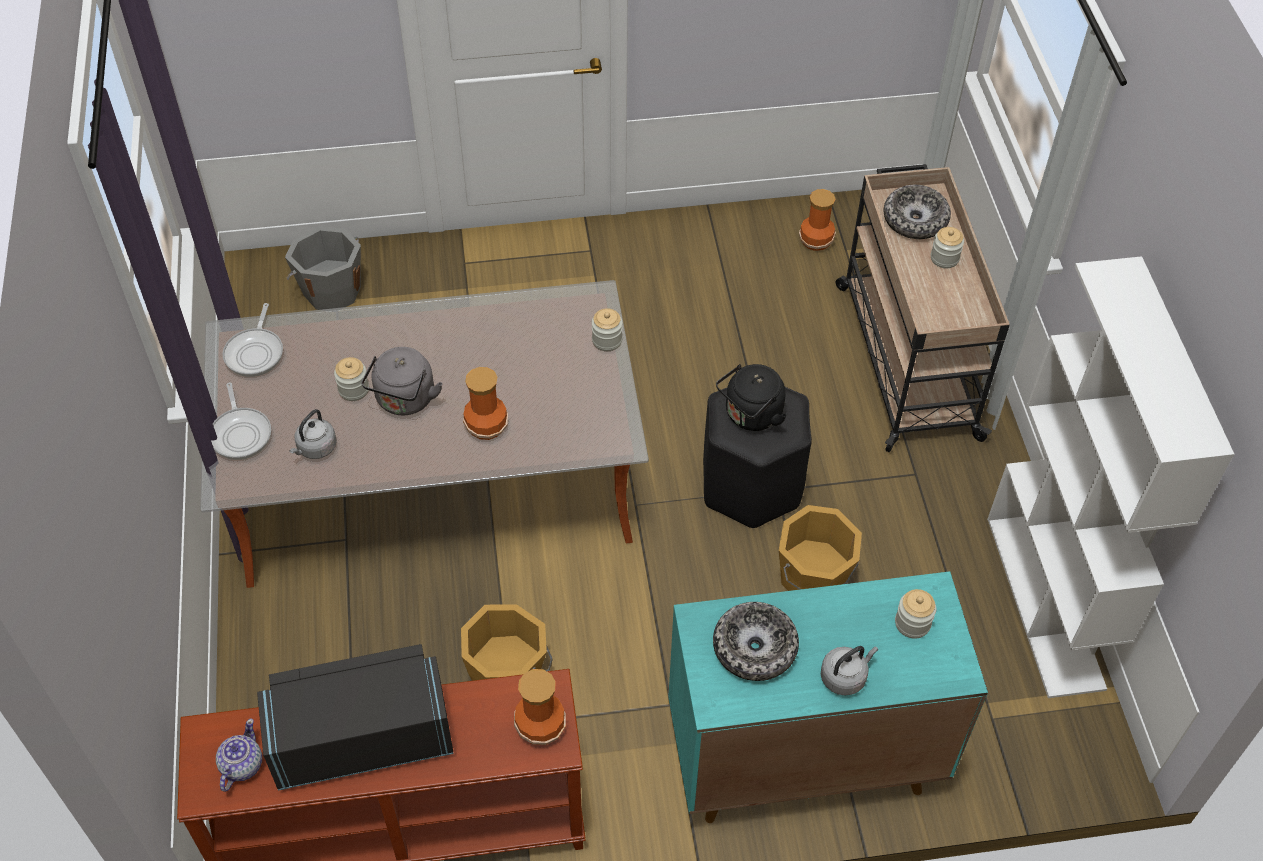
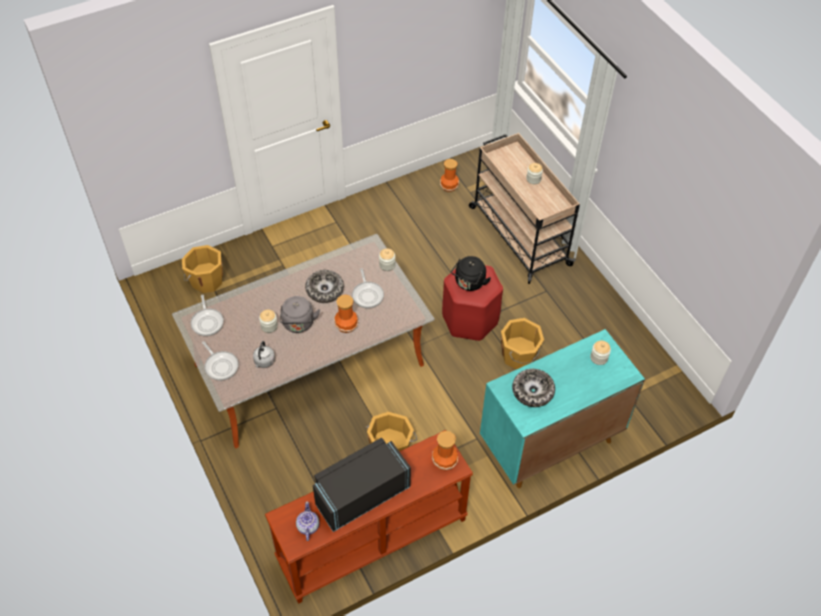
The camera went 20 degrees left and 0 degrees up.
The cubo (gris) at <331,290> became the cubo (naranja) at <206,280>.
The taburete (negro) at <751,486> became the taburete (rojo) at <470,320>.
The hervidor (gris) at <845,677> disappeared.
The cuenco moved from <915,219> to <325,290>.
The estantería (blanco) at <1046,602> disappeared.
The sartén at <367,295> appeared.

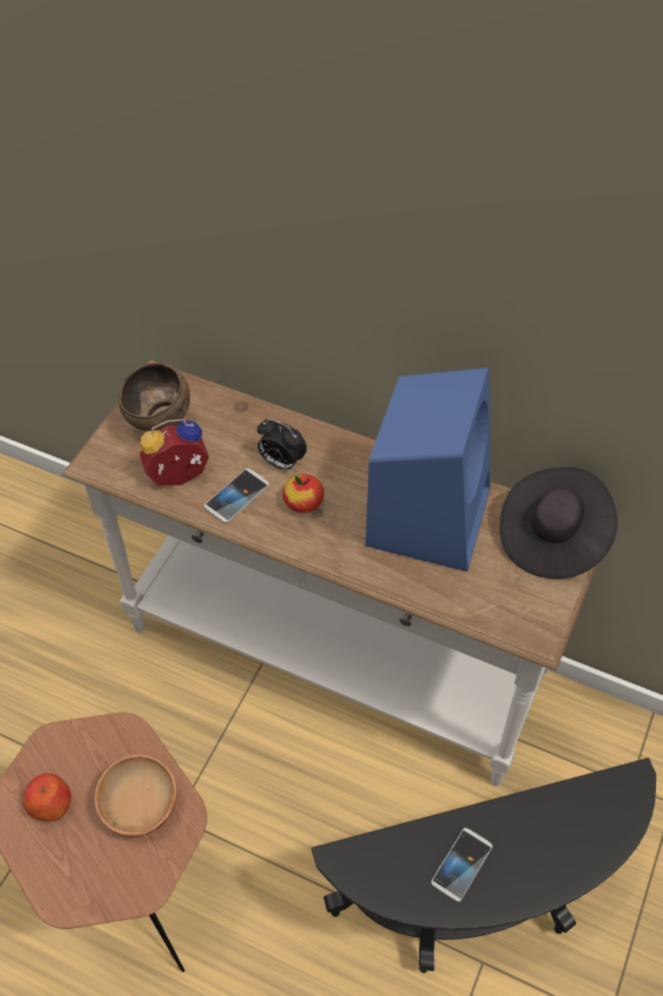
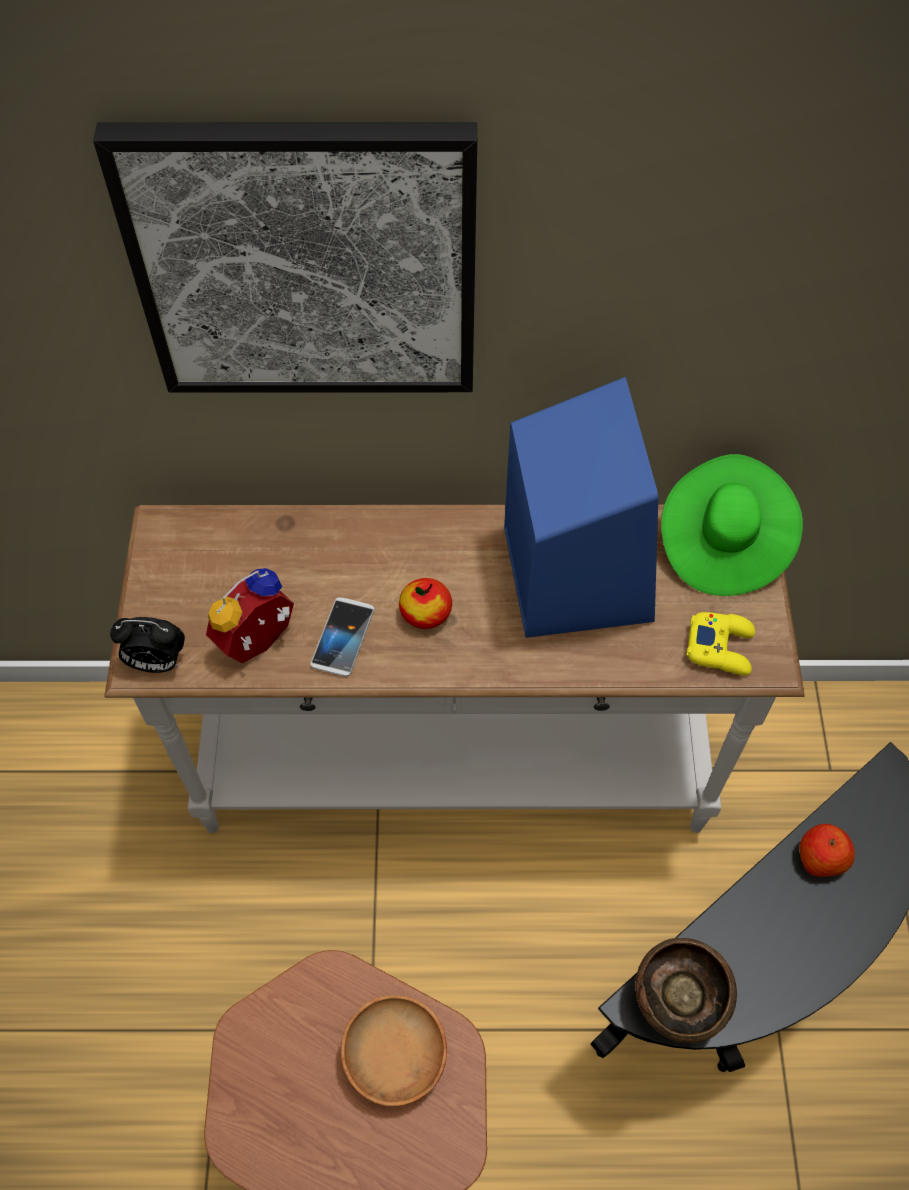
The camera went 25 degrees left and 5 degrees up.
The manzana moved from <51,804> to <820,858>.
The cuenco (marrón) moved from <161,426> to <678,1004>.
The despertador moved from <281,462> to <156,662>.
The móvil at <461,865> disappeared.
The sombrero (negro) at <552,537> became the sombrero (verde) at <722,544>.
The cuadro at <306,263> appeared.
The mando de consola (amarillo) at <721,647> appeared.

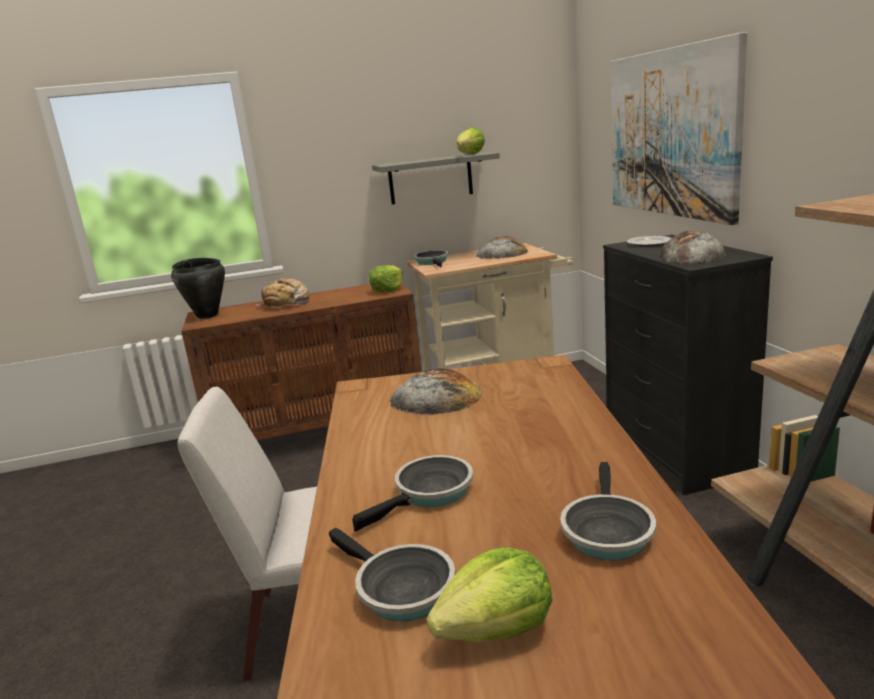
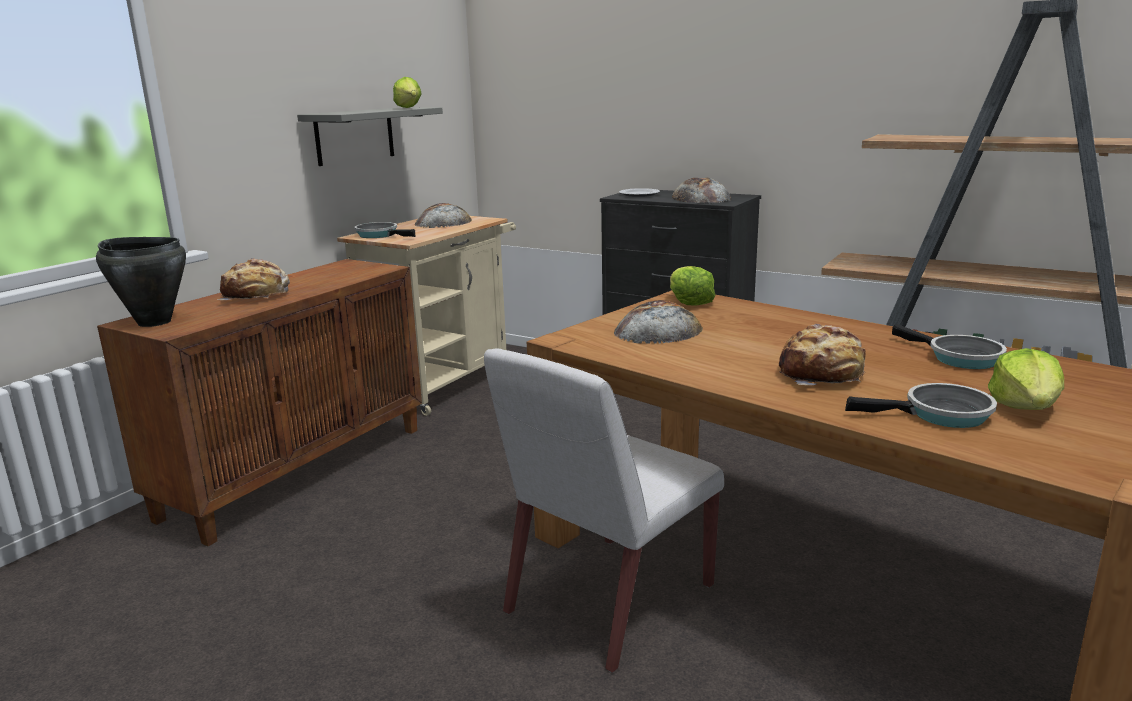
The camera went 45 degrees left and 0 degrees up.
The sartén at <430,493> was replaced by the pan at <821,374>.
The lechuga moved from <388,290> to <689,302>.
The cuadro at <671,133> disappeared.

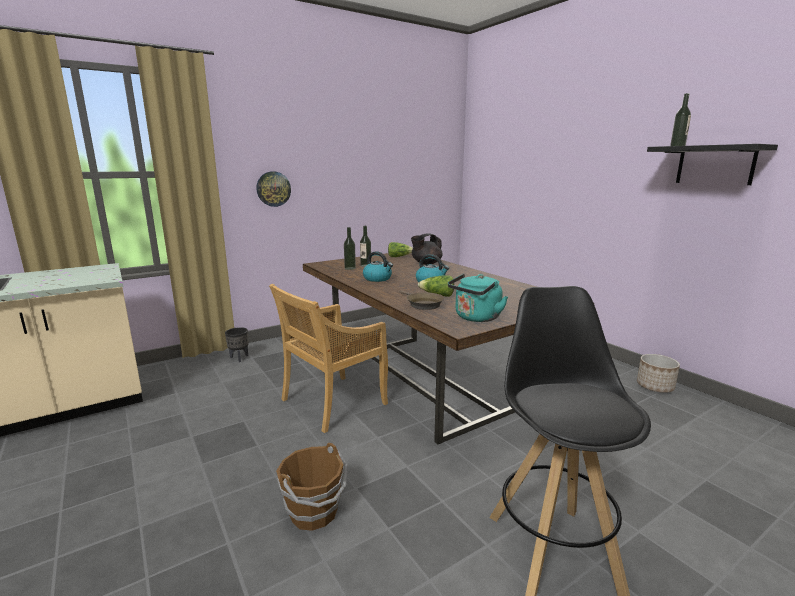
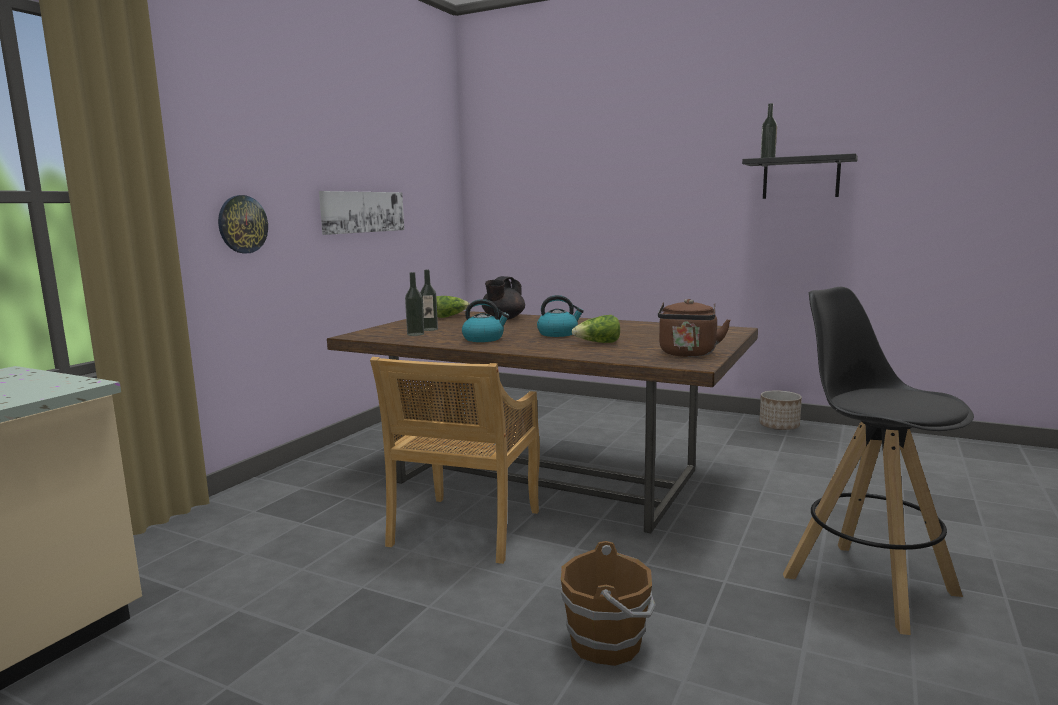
The camera went 30 degrees left and 5 degrees down.
The maceta (negro) at <239,358> disappeared.
The sartén (marrón) at <422,304> disappeared.
The hervidor (turquesa) at <476,318> became the hervidor (marrón) at <687,354>.
The cuadro at <362,212> appeared.

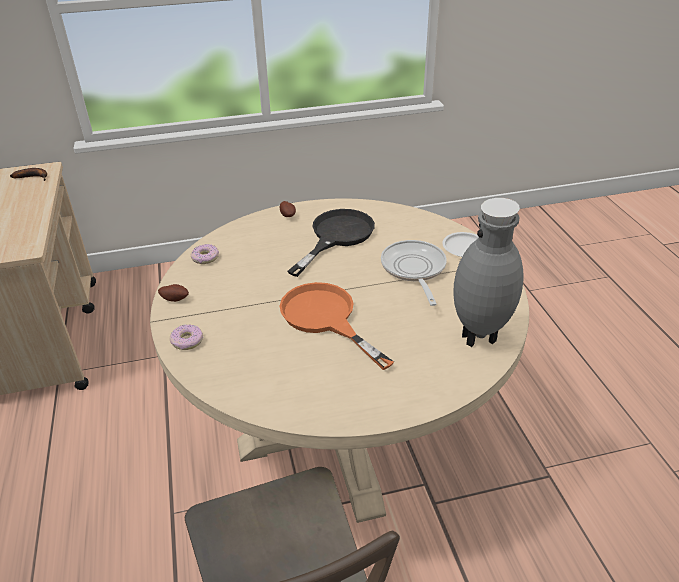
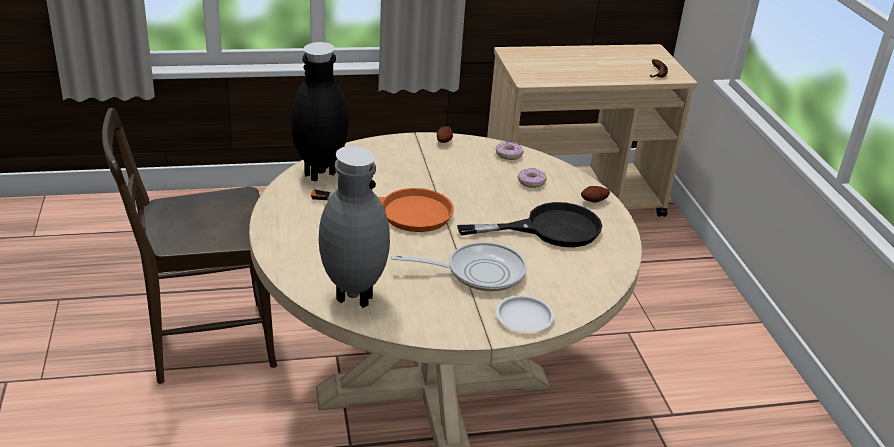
The camera went 90 degrees right and 5 degrees down.
The rosquilla moved from <187,341> to <531,182>.
The sartén (naranja) at <325,318> turned 45 degrees clockwise.
The sartén (negro) at <336,236> turned 45 degrees counterclockwise.
The florero (negro) at <321,173> appeared.

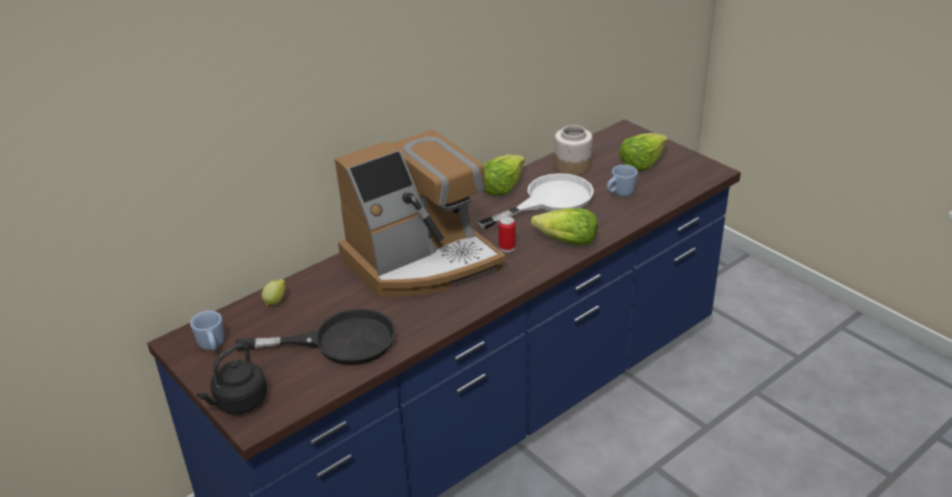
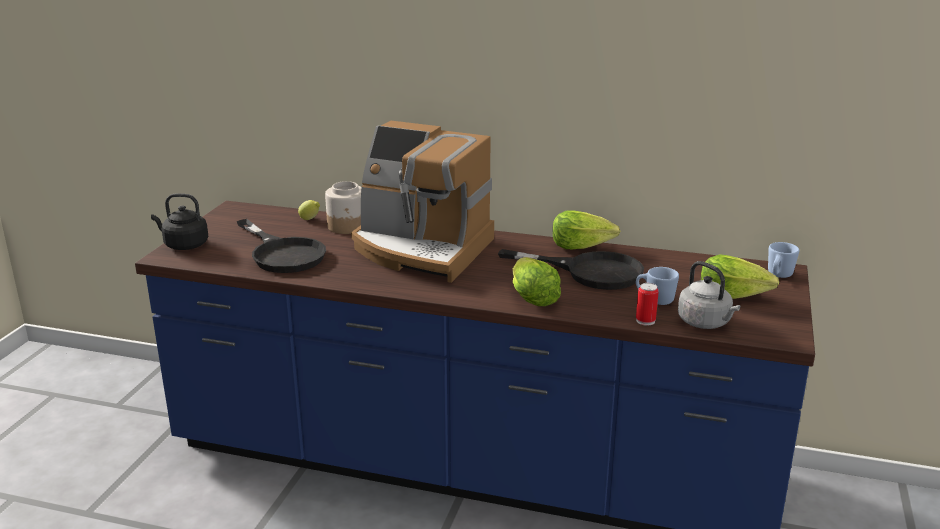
The camera went 55 degrees right and 10 degrees down.
The taza grande (azul) moved from <212,347> to <778,276>.
The sartén (blanco) at <549,201> became the sartén (negro) at <590,271>.
The lata moved from <507,247> to <645,321>.
The tarro moved from <573,166> to <347,226>.
The hervidor (gris) at <706,323> appeared.

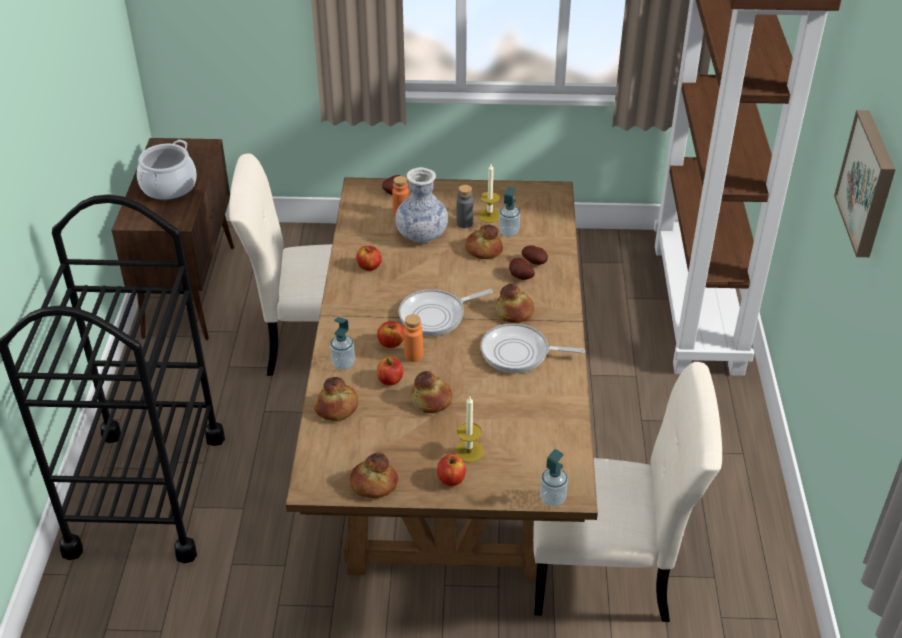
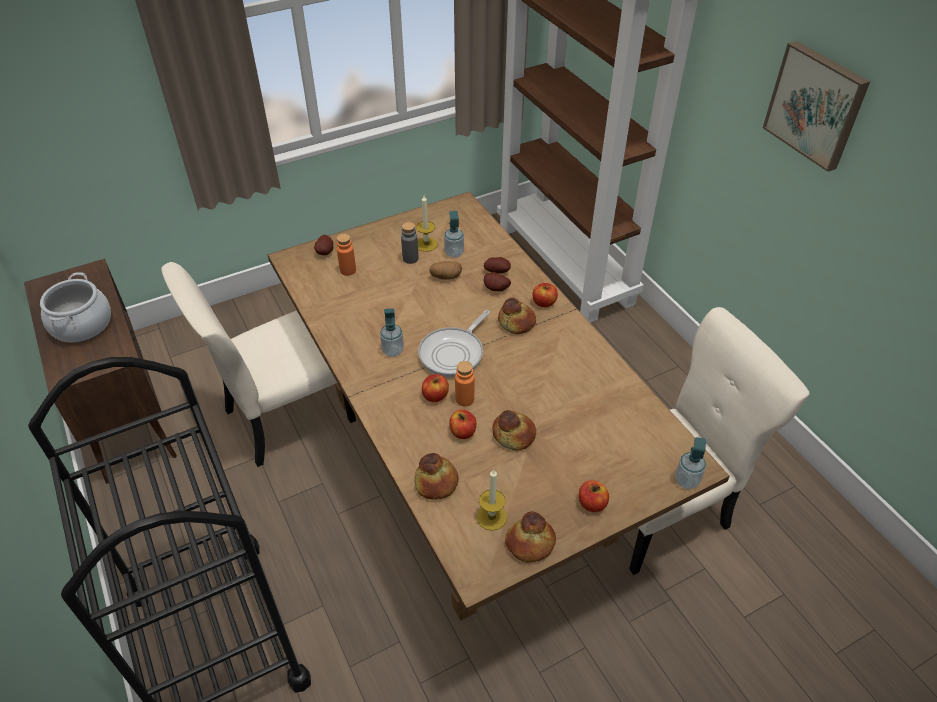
The camera went 30 degrees left and 5 degrees up.
The dispensador de jabón moved from <343,364> to <393,351>.
The manzana moved from <369,266> to <544,302>.
The florero at <422,234> disappeared.
The vela moved from <469,451> to <491,517>.
The pan at <483,250> was replaced by the patata at <445,277>.
The sartén at <519,353> disappeared.

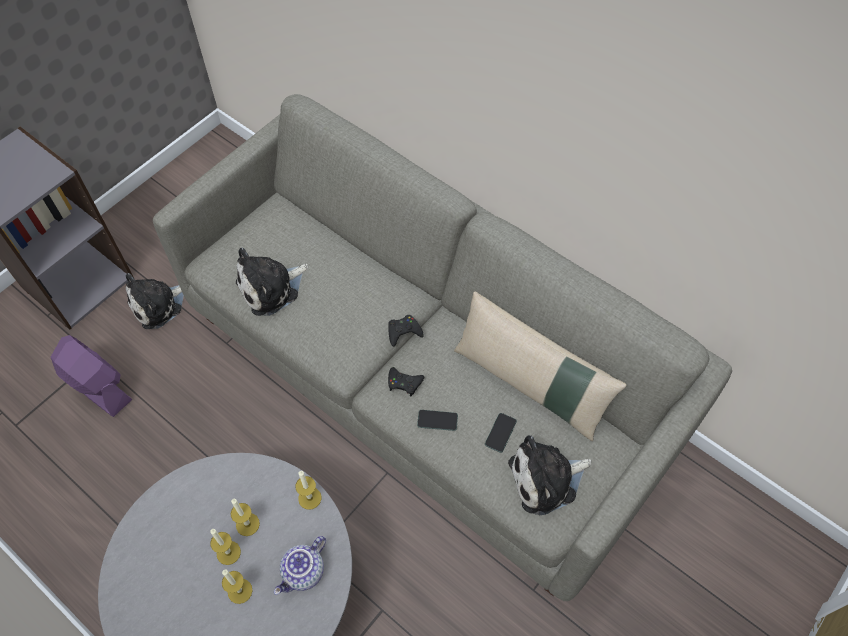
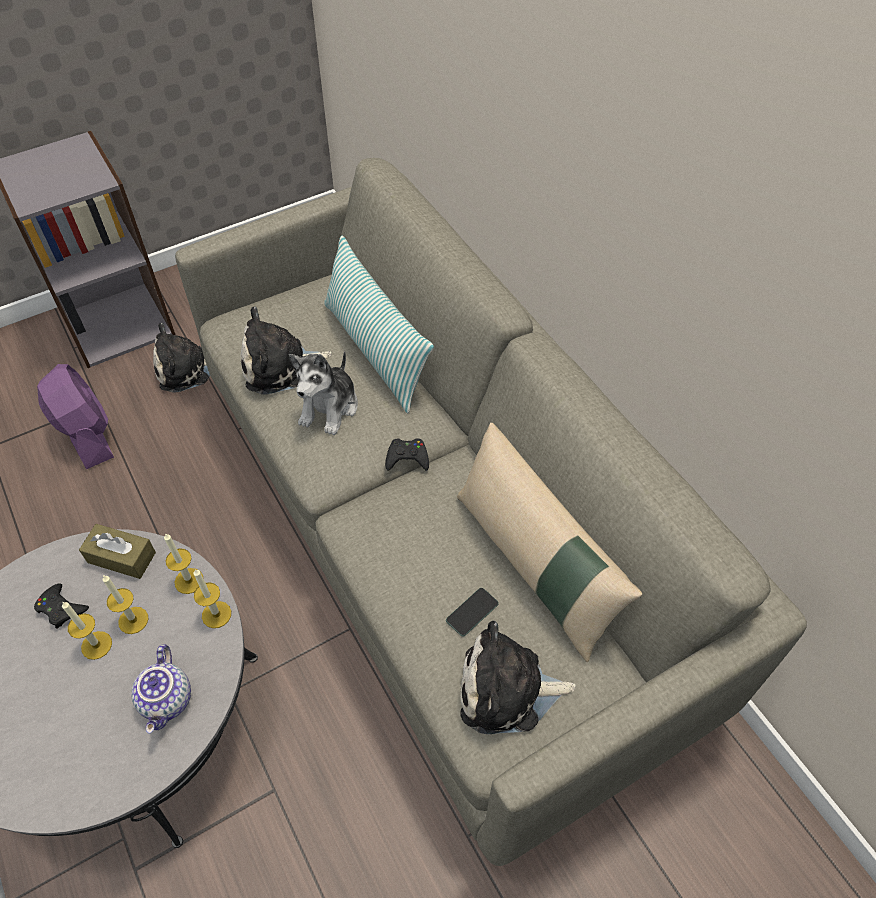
The camera went 20 degrees right and 5 degrees down.
The vela moved from <240,591> to <189,581>.
The tetera at <304,573> turned 60 degrees counterclockwise.
The mando de consola (negro) moved from <404,383> to <61,608>.
The móvil at <437,420> disappeared.
The caja de pañuelos (marrón) at <121,557> appeared.
The peluche at <329,407> appeared.
The cojín at <375,351> appeared.

